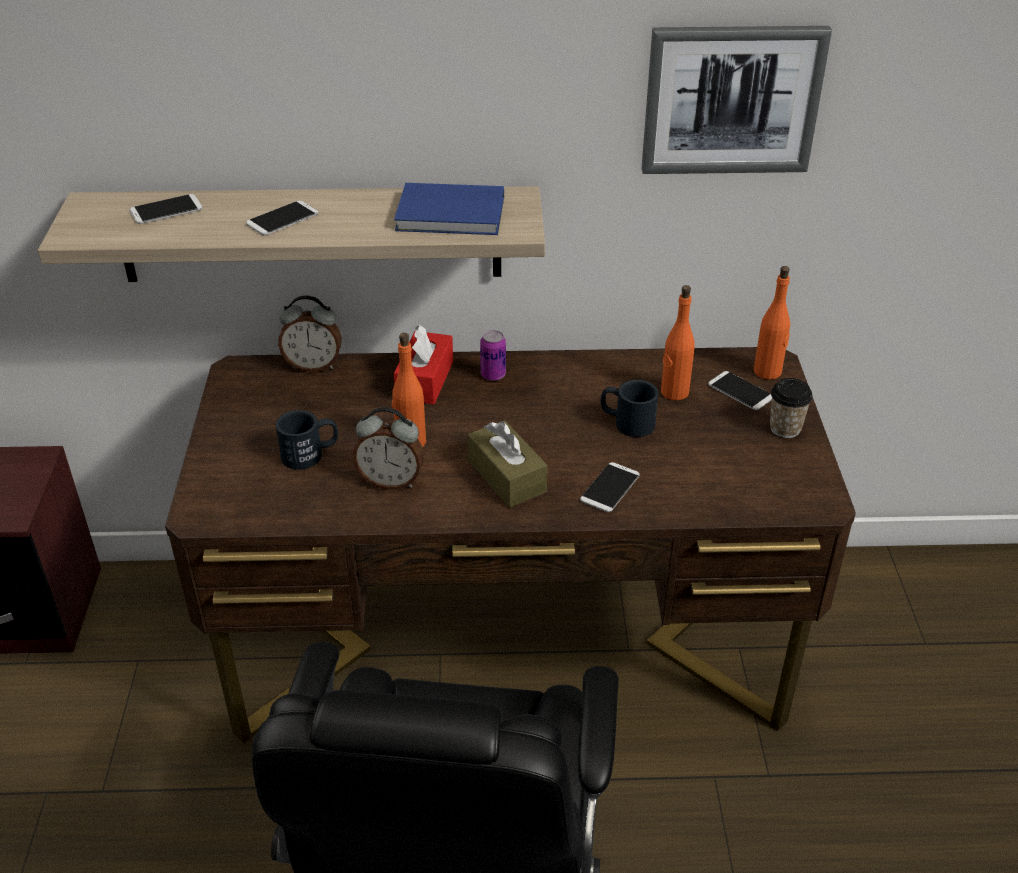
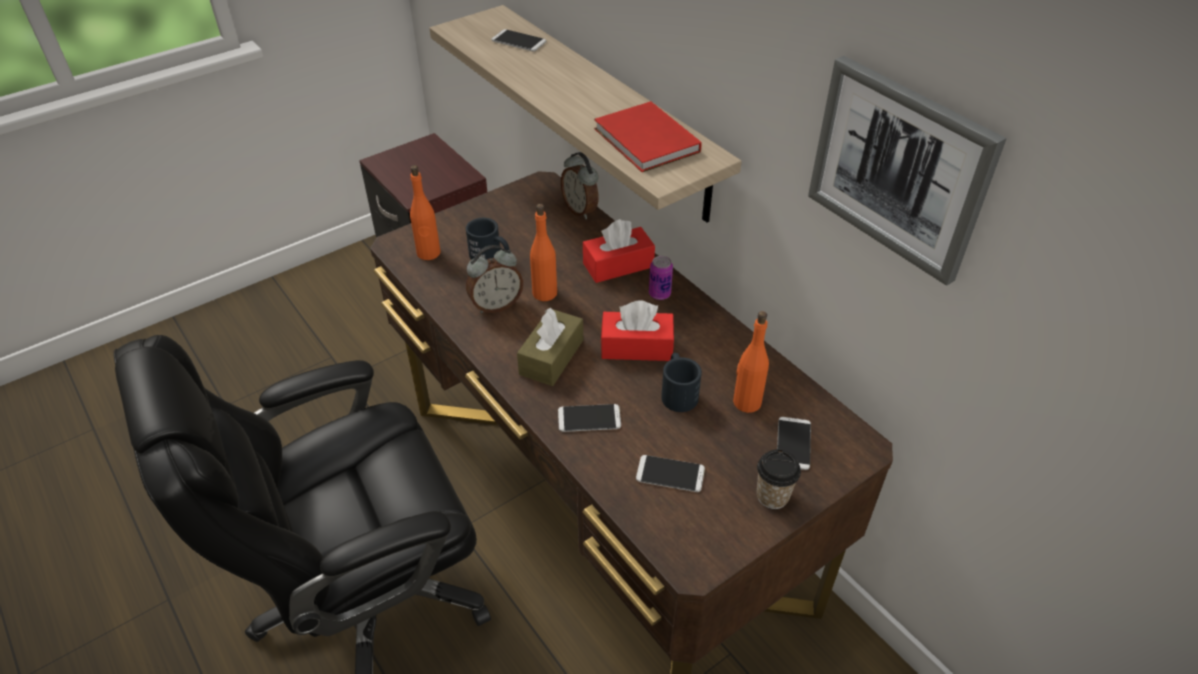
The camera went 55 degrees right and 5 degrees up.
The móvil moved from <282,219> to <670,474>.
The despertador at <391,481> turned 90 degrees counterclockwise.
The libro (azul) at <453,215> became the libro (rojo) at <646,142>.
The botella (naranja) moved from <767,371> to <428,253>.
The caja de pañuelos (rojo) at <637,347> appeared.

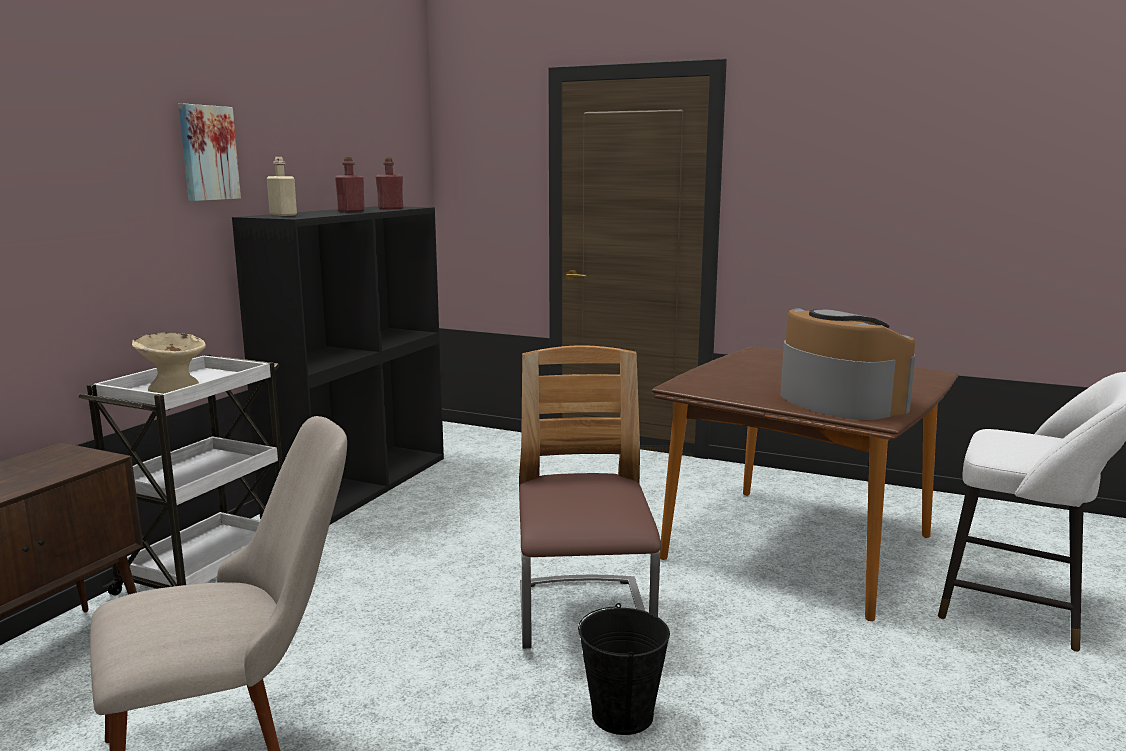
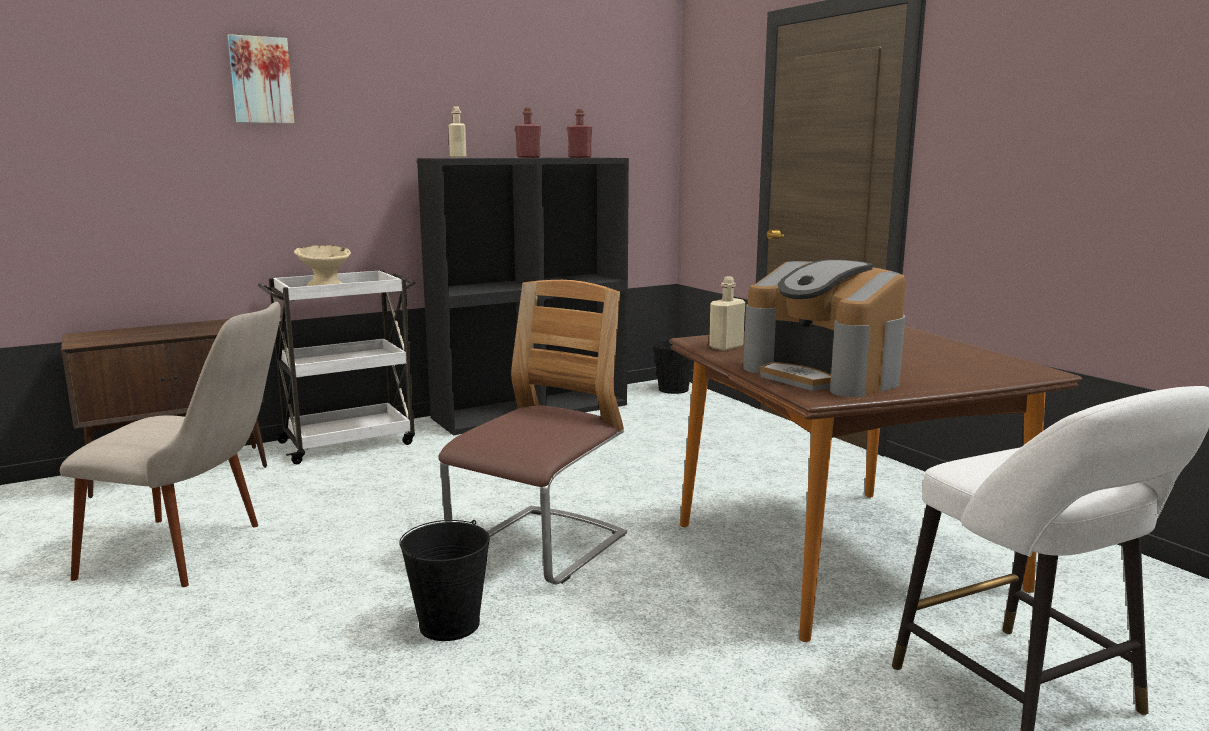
The camera went 35 degrees right and 0 degrees up.
The cuadro moved from <207,153> to <261,80>.
The cafetera at <838,401> turned 135 degrees clockwise.
The cubo (negro) at <673,389> appeared.
The botella (beis) at <726,347> appeared.

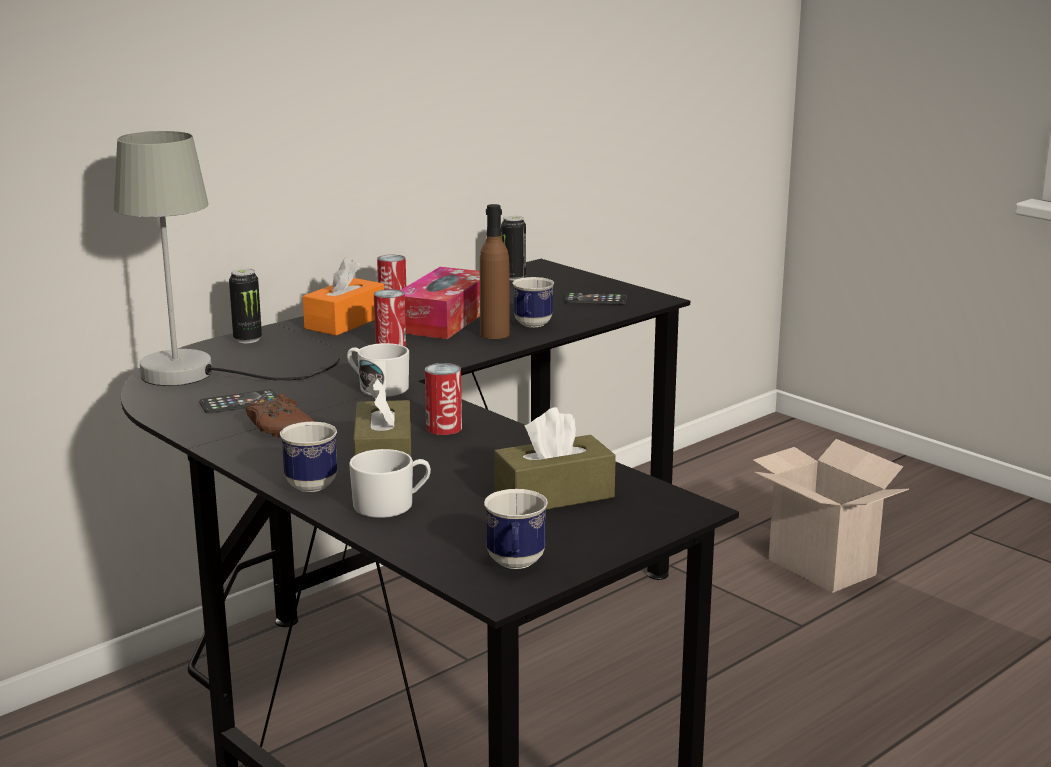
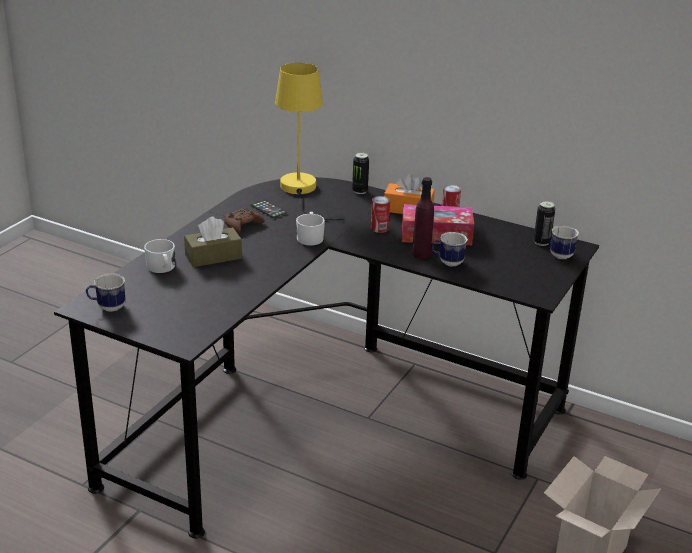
The camera went 70 degrees right and 10 degrees up.
The lámpara de mesa (gris) at <199,374> became the lámpara de mesa (amarillo) at <301,191>.
The taza grande moved from <306,483> to <562,254>.
The lata at <444,428> disappeared.
The botella (marrón) at <495,334> became the botella (morado) at <421,254>.
The caja de pañuelos (marrón) at <554,495> disappeared.
The móvil at <595,299> disappeared.

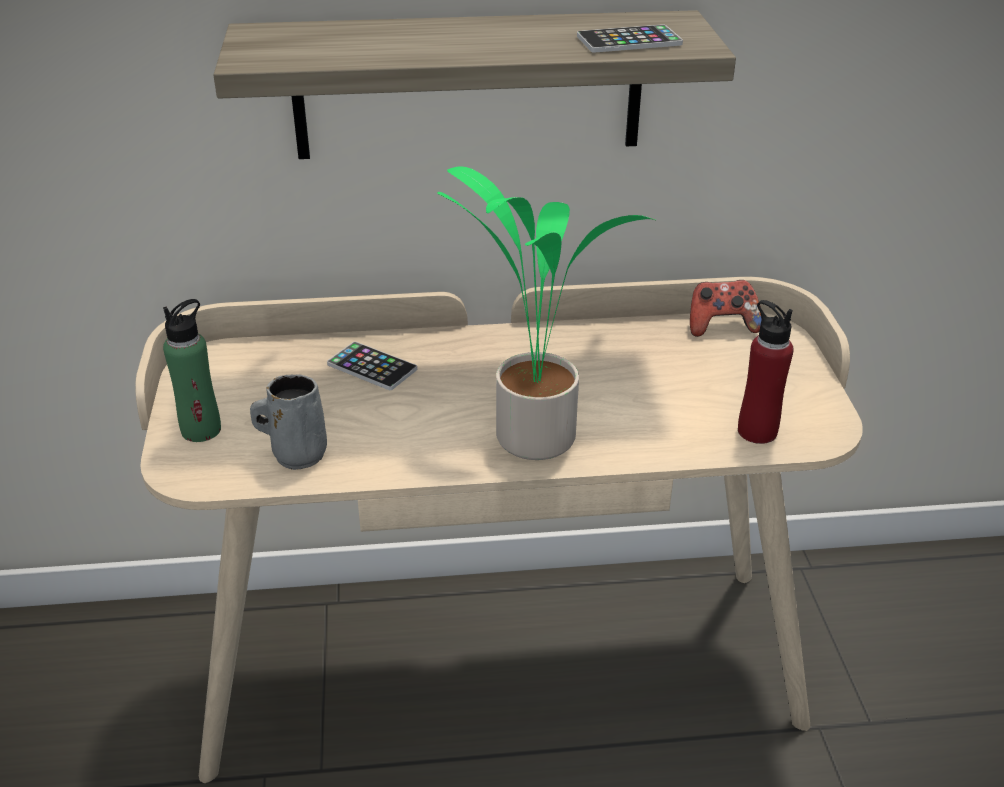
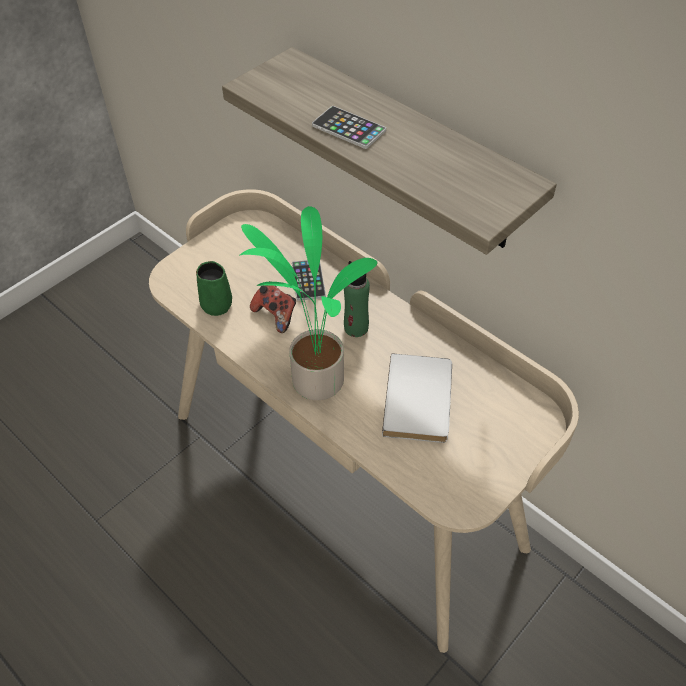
The camera went 50 degrees right and 15 degrees up.
The botella (verde) moved from <201,430> to <356,328>.
The taza grande (gris) at <296,454> became the taza grande (verde) at <216,304>.
The móvil moved from <629,41> to <348,128>.
The mando de consola moved from <721,326> to <275,315>.
The botella (rojo) at <757,431> disappeared.
The libro (blanco) at <421,400> appeared.

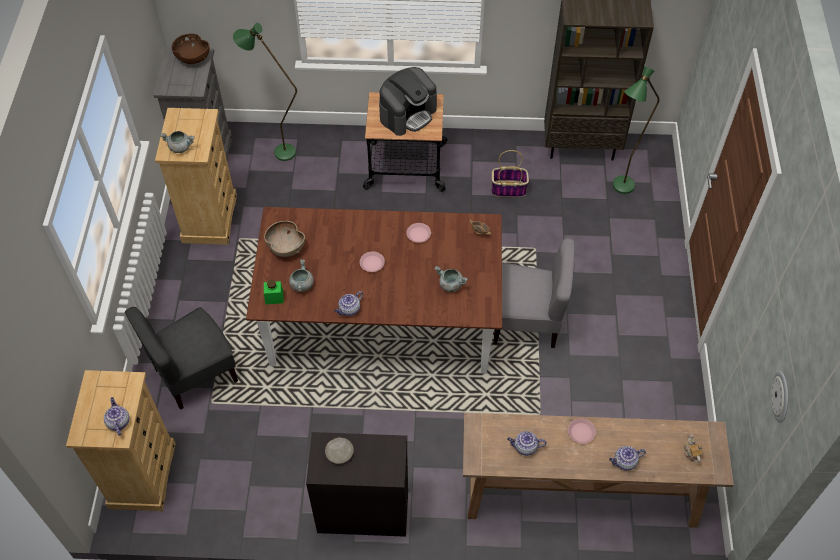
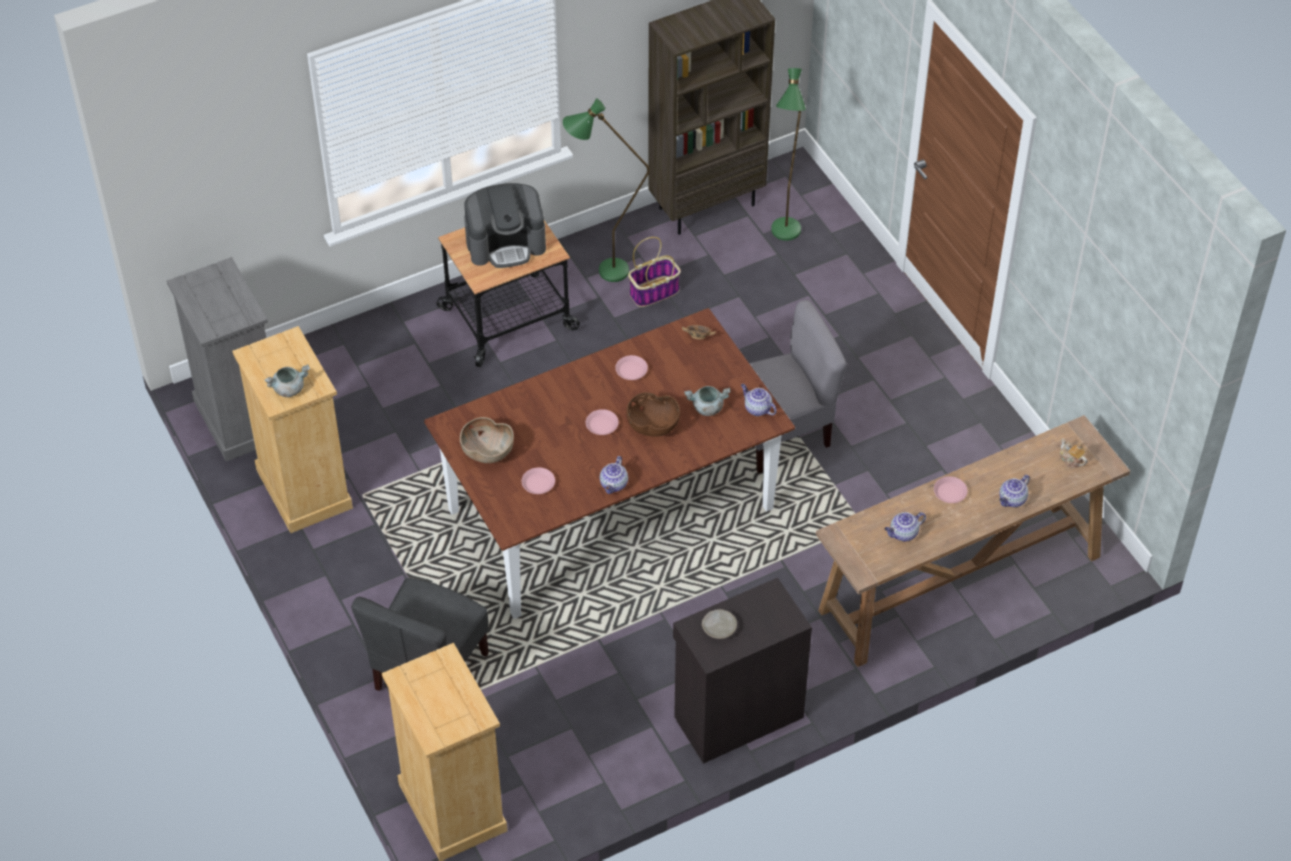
The camera went 30 degrees left and 5 degrees down.
The tetera moved from <118,422> to <757,408>.
The cuenco (marrón) moved from <192,58> to <653,426>.
The lámpara de pie (verde) moved from <277,150> to <602,272>.
The tarro (verde) at <274,297> disappeared.
The olla (gris) at <301,284> was replaced by the plato (rosa) at <538,483>.
The cafetera at <408,114> turned 60 degrees clockwise.
The reloj de pared at <781,396> disappeared.

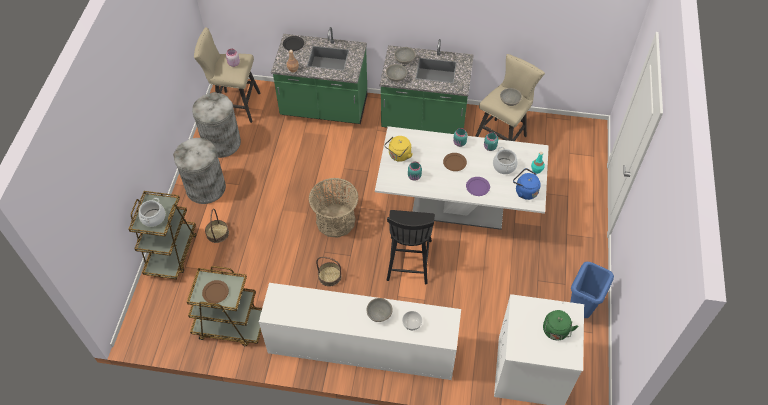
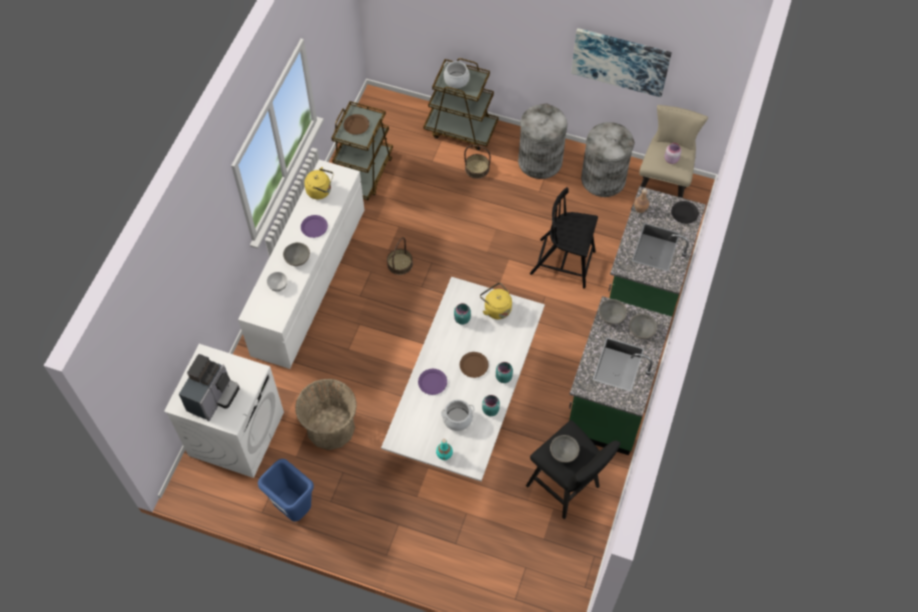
The camera went 100 degrees right and 5 degrees up.
The cesta moved from <335,220> to <330,427>.
The silla (negro) moved from <409,259> to <564,263>.
The taburete (beis) at <503,137> became the taburete (negro) at <567,488>.
The hervidor (azul) at <525,191> disappeared.
The hervidor (verde) at <555,332> was replaced by the cafetera at <213,397>.
The plato (morado) at <314,227> appeared.
The hervidor (amarillo) at <320,191> appeared.
The cuadro at <620,61> appeared.

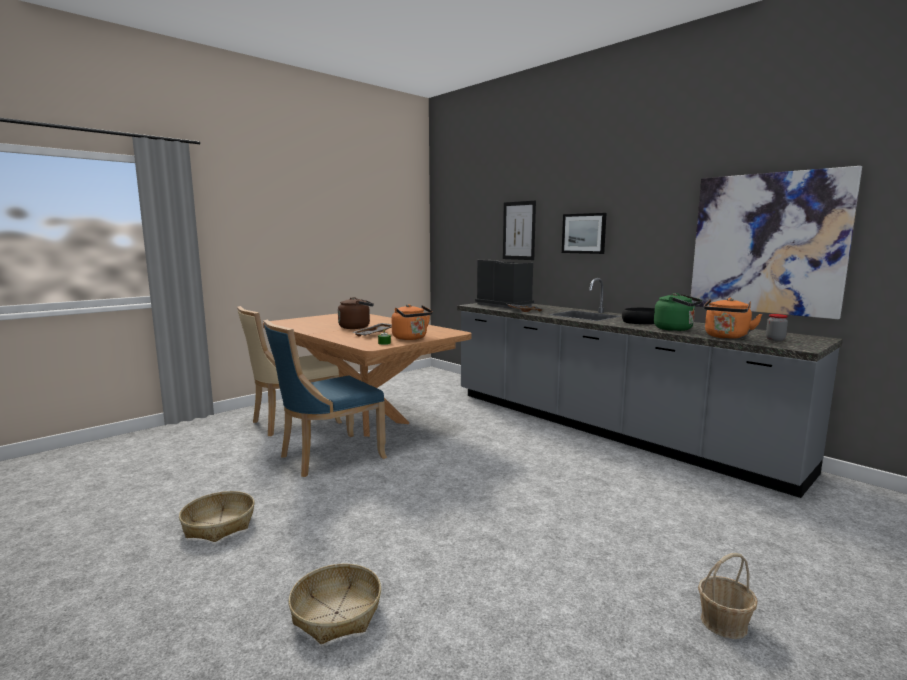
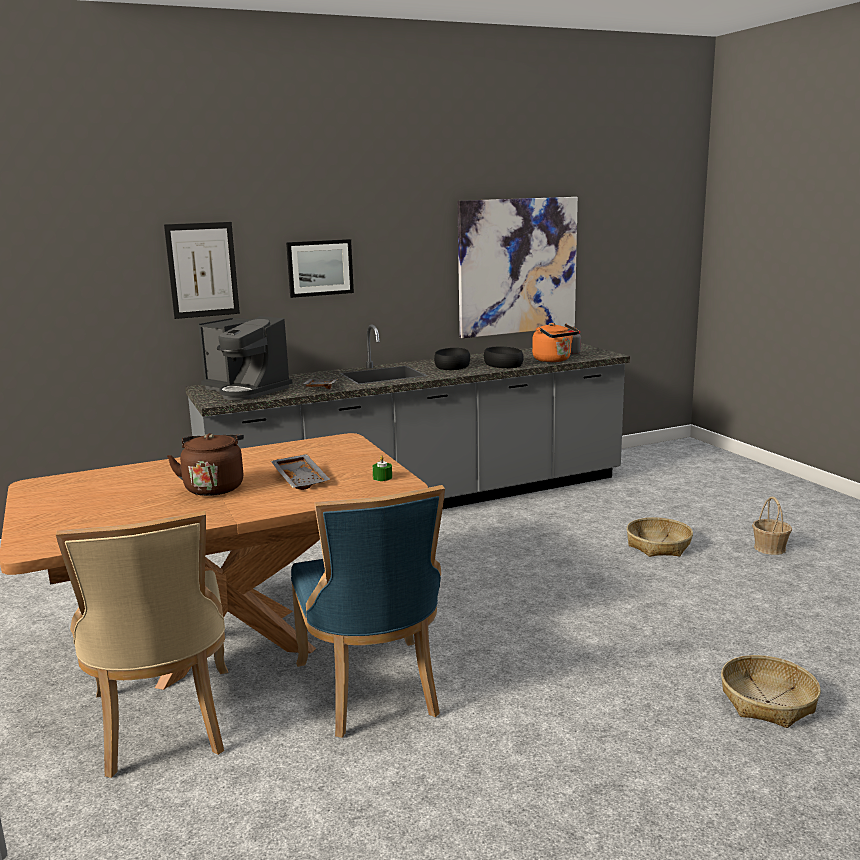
The camera went 70 degrees left and 5 degrees up.
The cesta moved from <219,525> to <658,545>.
The hervidor (naranja) at <411,338> disappeared.
The cafetera at <504,305> turned 120 degrees counterclockwise.
The hervidor (verde) at <676,329> was replaced by the cuenco (negro) at <504,364>.

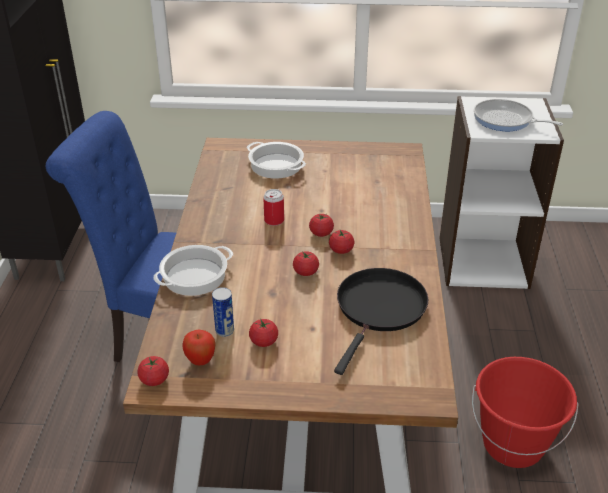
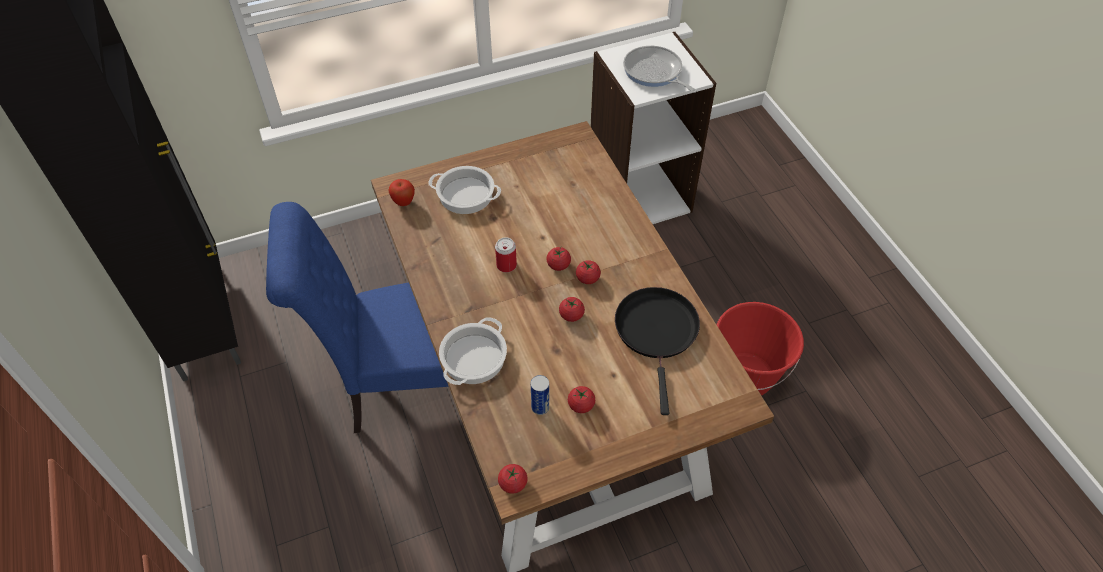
The camera went 25 degrees left and 15 degrees up.
The manzana moved from <200,361> to <403,202>.
The sartén at <506,120> turned 45 degrees clockwise.

